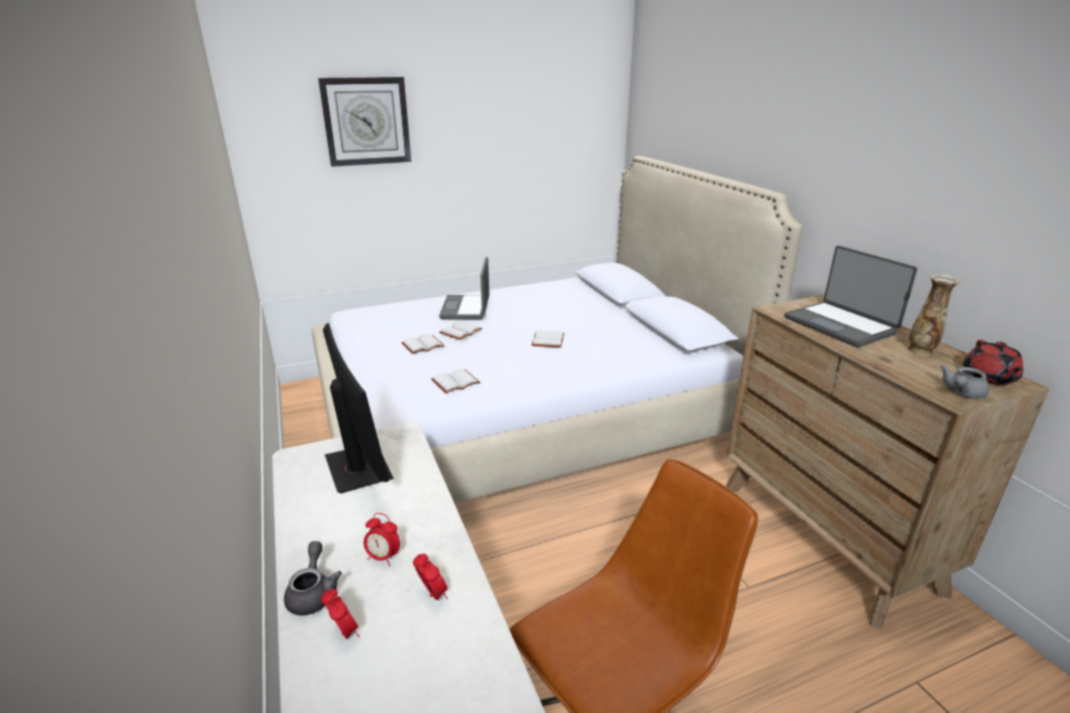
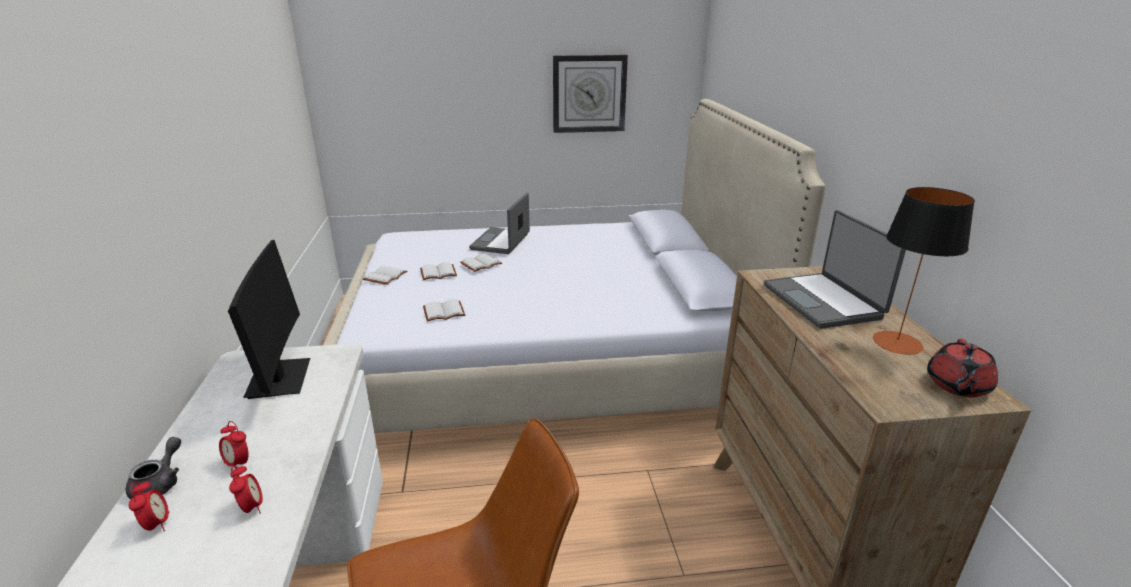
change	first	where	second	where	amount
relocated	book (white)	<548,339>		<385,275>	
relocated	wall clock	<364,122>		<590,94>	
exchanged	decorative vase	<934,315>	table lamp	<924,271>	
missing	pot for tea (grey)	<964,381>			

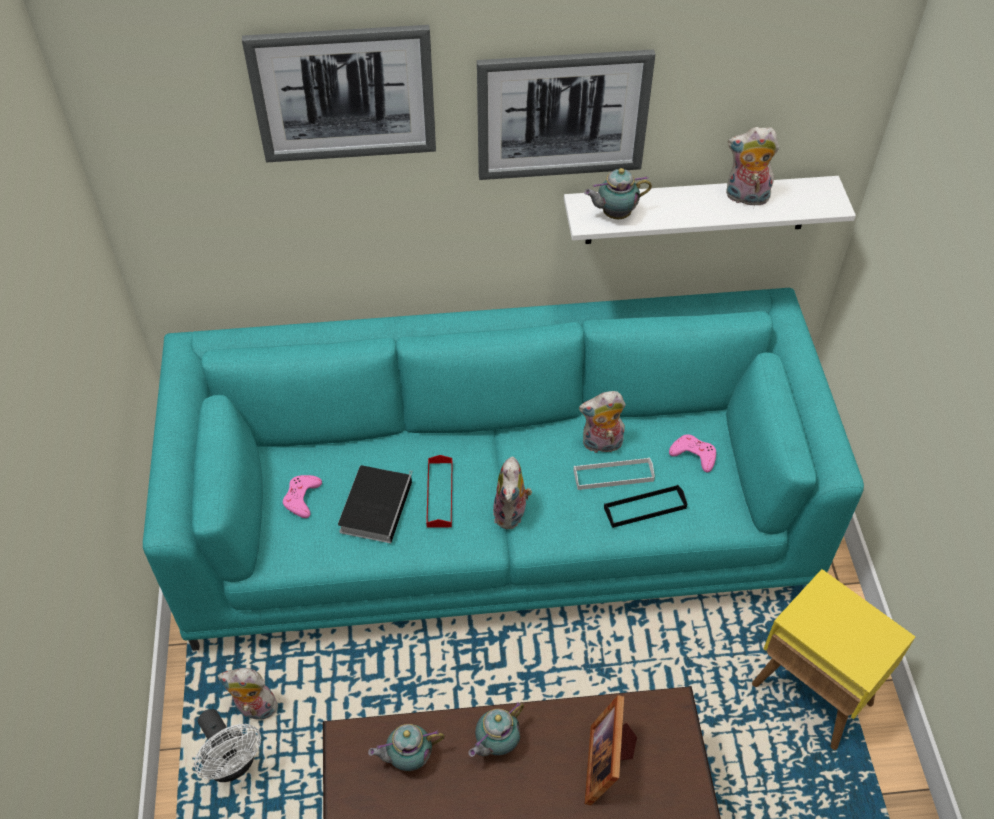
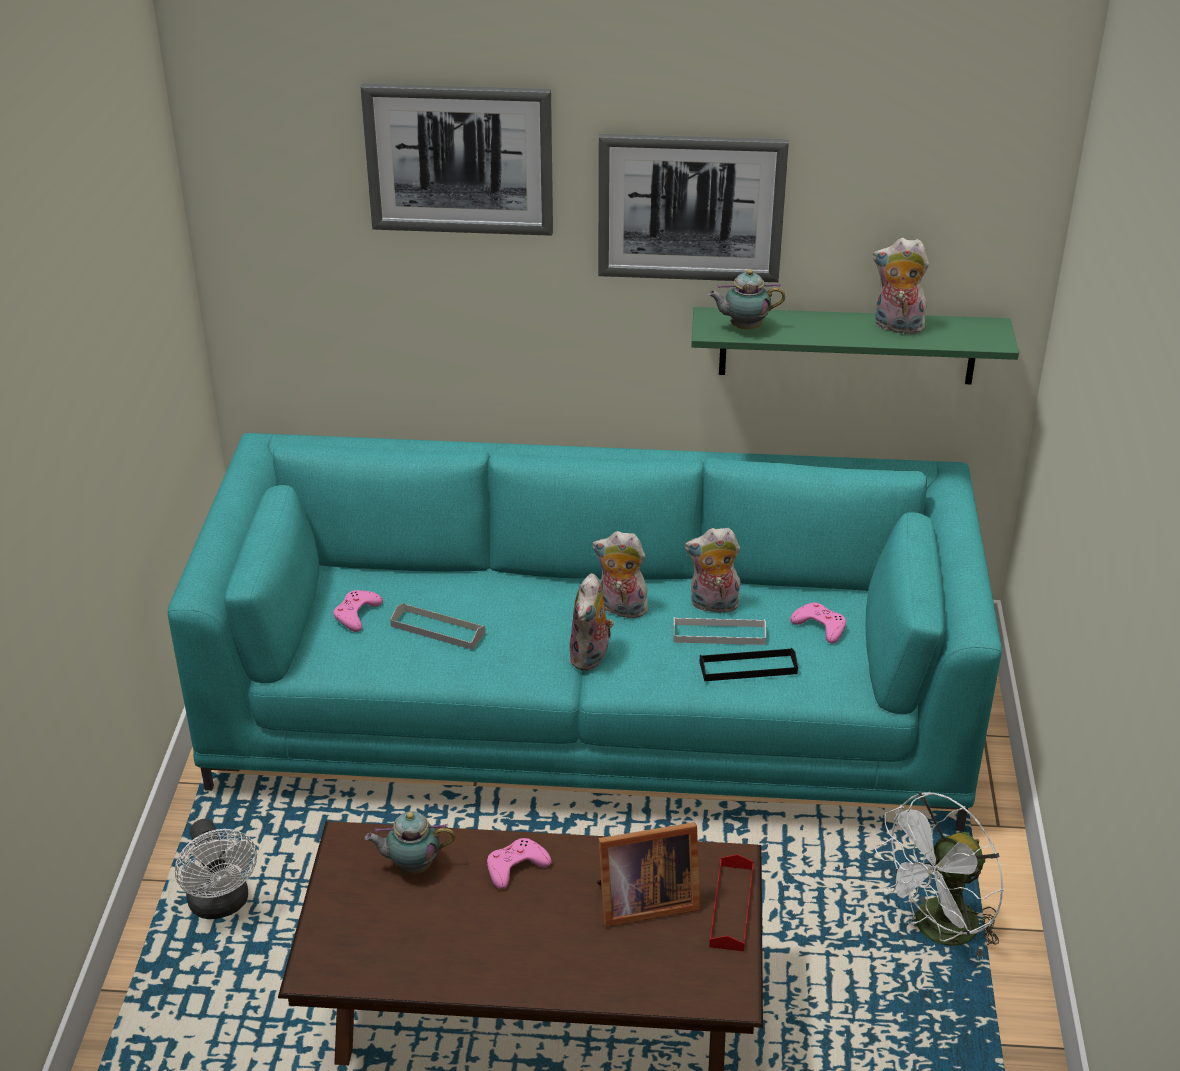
change	first	where	second	where	amount
exchanged	book	<375,504>	tray (grey)	<437,626>	
exchanged	pot for tea	<496,729>	joypad (pink)	<519,863>	
relocated	plush toy	<248,694>		<620,576>	
spun	picture frame	<611,750>		<648,874>	120 degrees counterclockwise
colour	shelf (white)	<710,210>	shelf (green-coloured)	<855,345>	
relocated	tray (red-coloured)	<439,491>		<731,903>	
exchanged	end table (yellow)	<833,659>	cooling fan (white)	<939,876>	

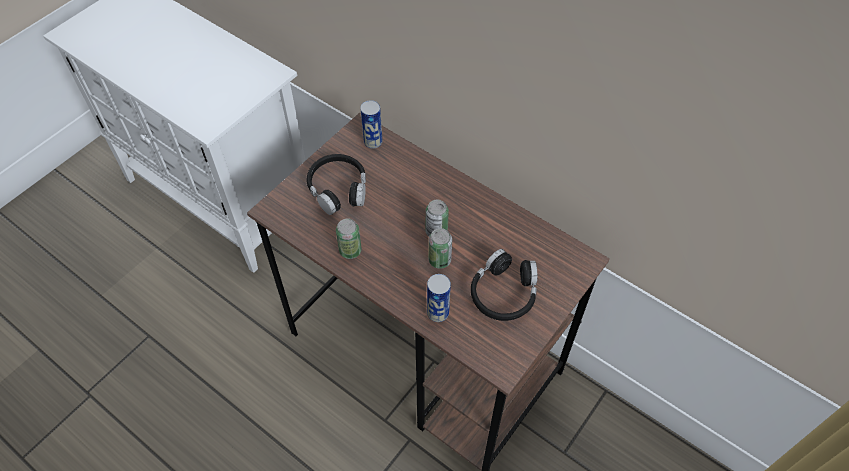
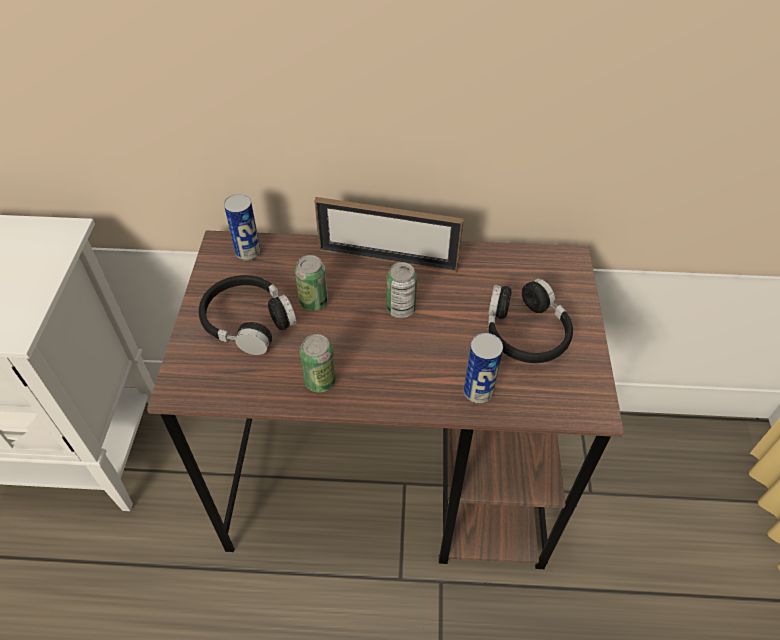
change	first	where	second	where	amount
relocated	can	<440,248>		<311,283>	
appeared			picture frame	<389,234>	

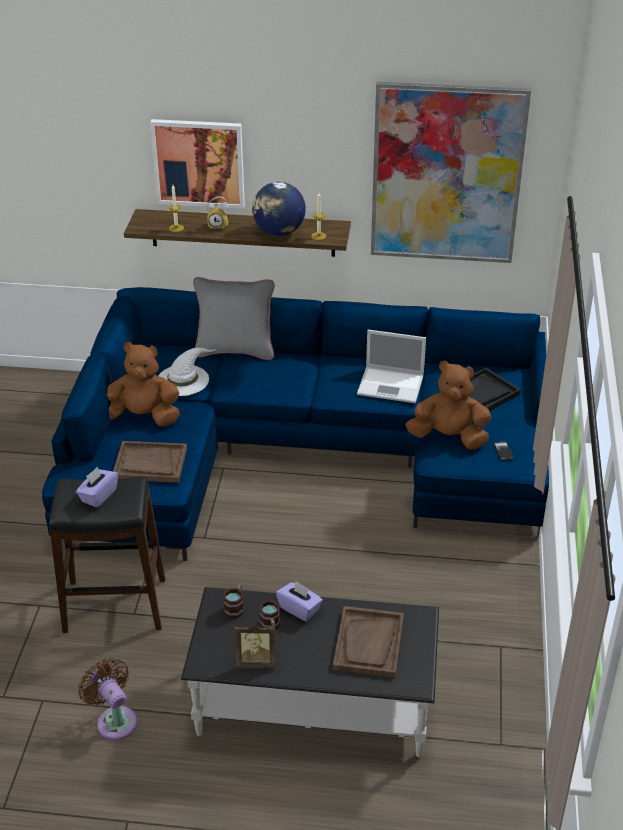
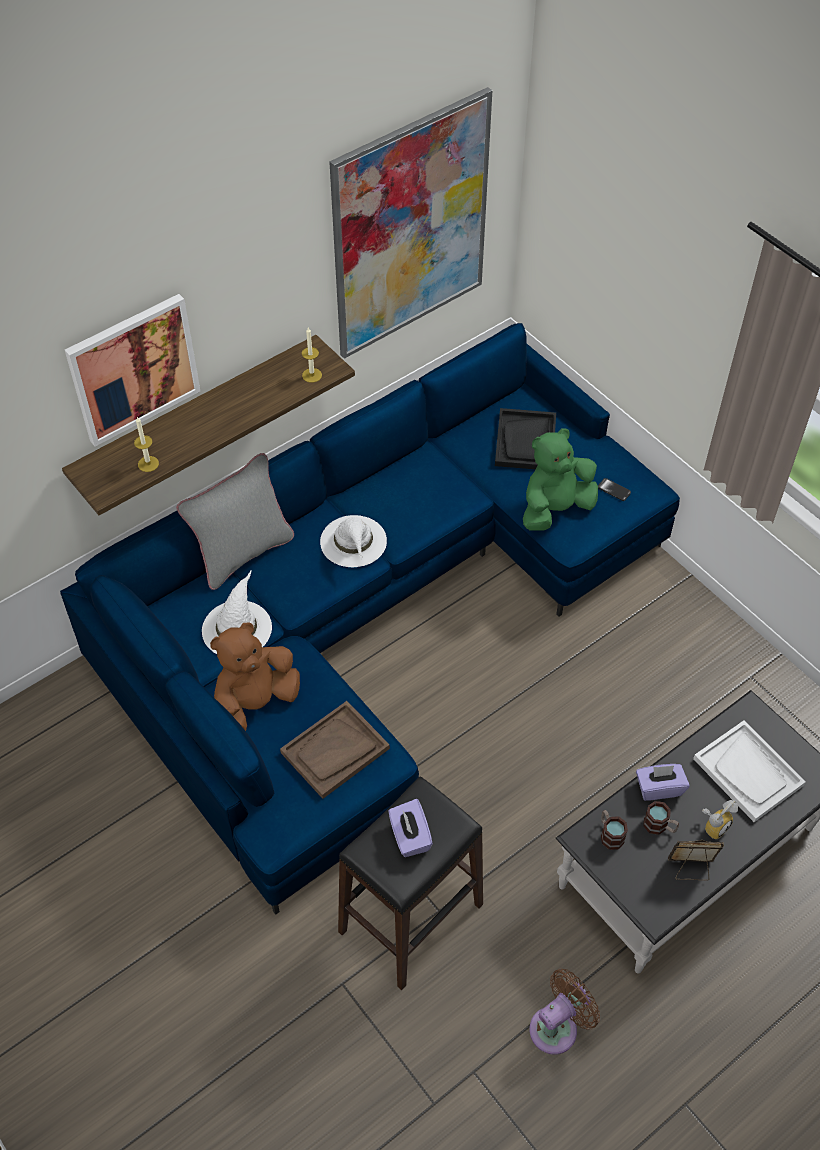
change	first	where	second	where	amount
appeared			hat (white)	<353,541>	
colour	plush toy (brown)	<448,405>	plush toy (green-coloured)	<560,479>	
spun	cooling fan (brown)	<108,699>		<564,1012>	135 degrees clockwise
spun	picture frame	<255,645>		<696,860>	135 degrees counterclockwise
colour	tray (brown)	<368,642>	tray (white)	<749,771>	
relocated	table clock	<218,212>		<720,819>	
missing	world globe	<279,209>			
missing	laptop	<391,366>			

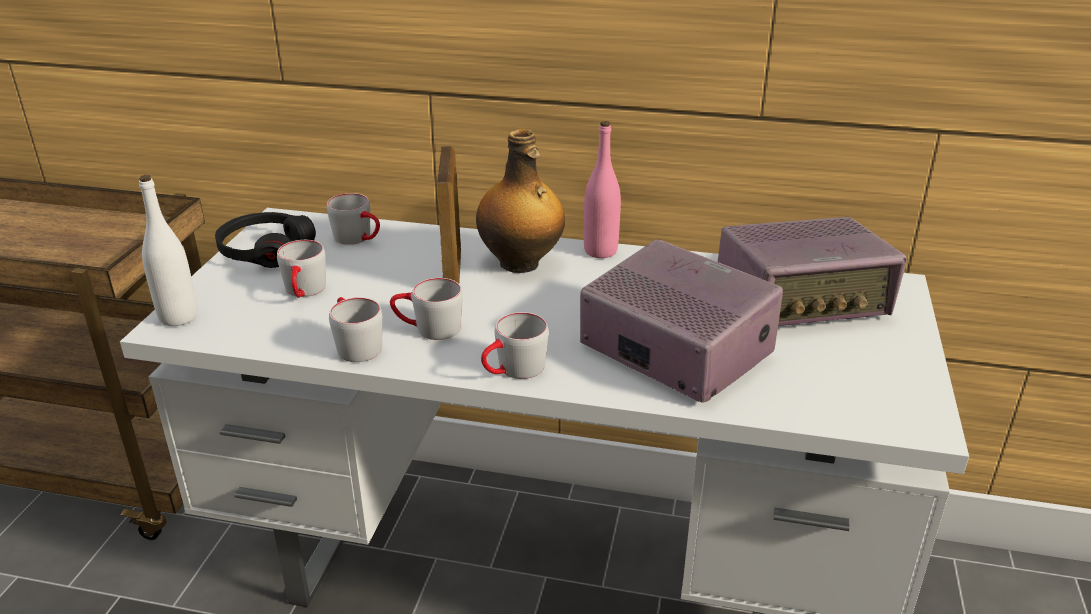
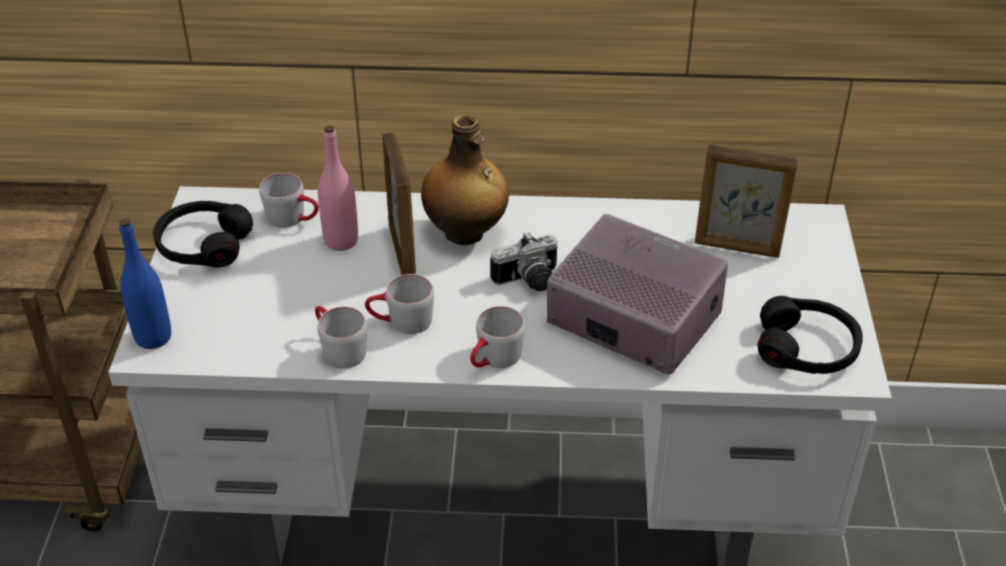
change	first	where	second	where	amount
colour	drink bottle (white)	<168,250>	drink bottle (blue-coloured)	<145,284>	
relocated	drink bottle (pink)	<602,189>		<338,188>	
appeared			photo camera	<524,261>	
exchanged	radio set	<812,271>	picture frame	<746,201>	
appeared			headset (black-coloured)	<810,335>	
missing	coffee mug (grey)	<301,269>			

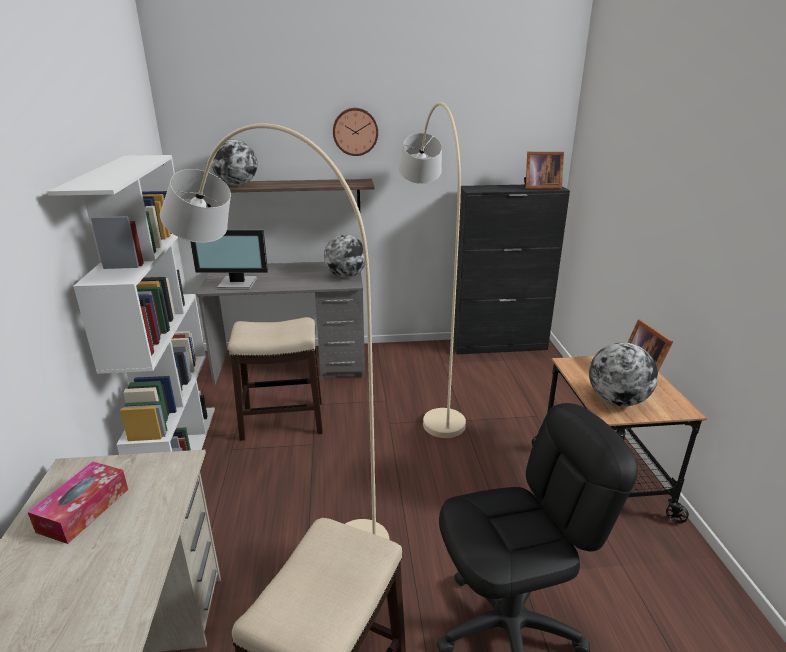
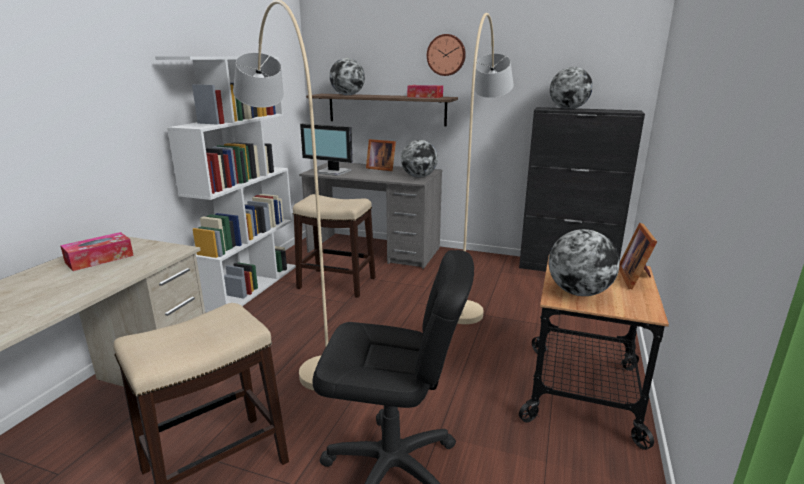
change	first	where	second	where	amount
relocated	picture frame	<544,170>		<381,155>	
appeared			tissue box	<425,91>	
appeared			world globe	<571,88>	

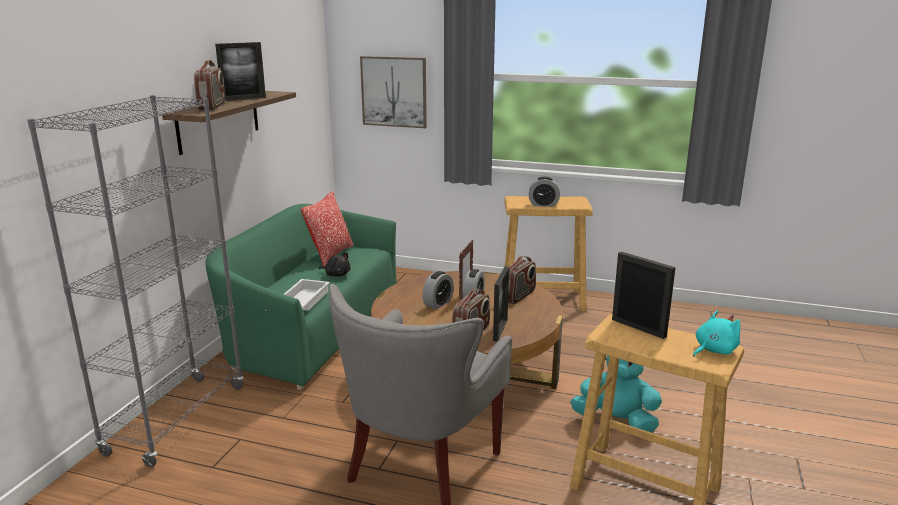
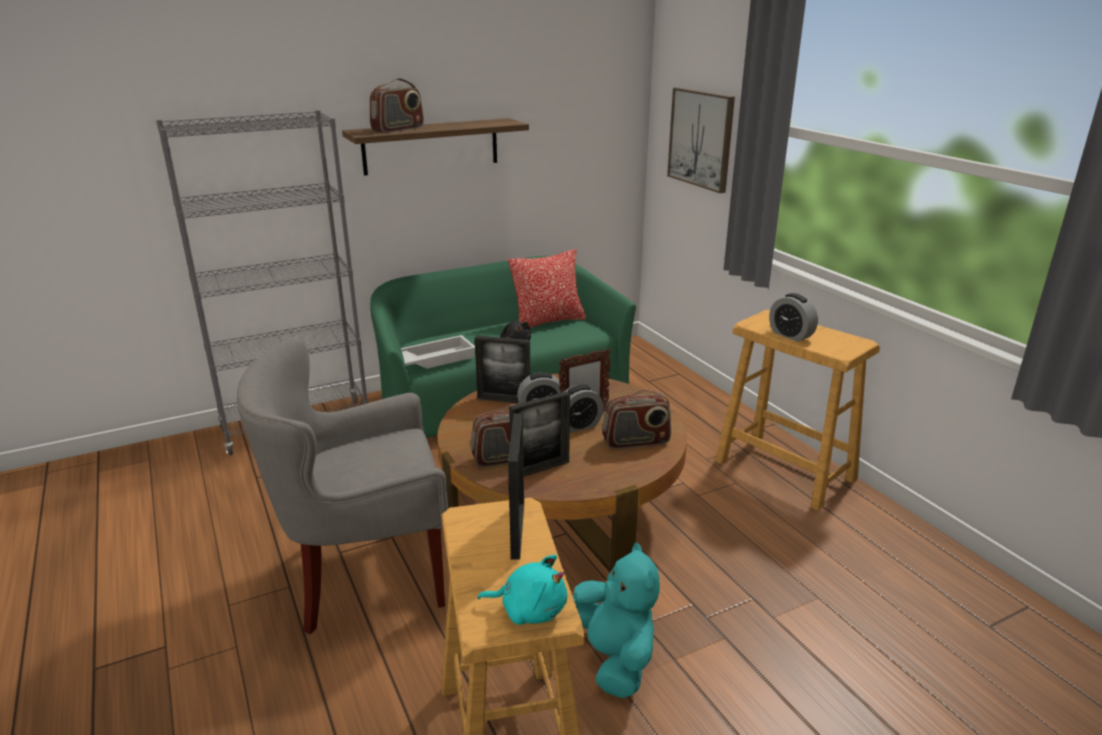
change	first	where	second	where	amount
relocated	picture frame	<240,71>		<502,369>	

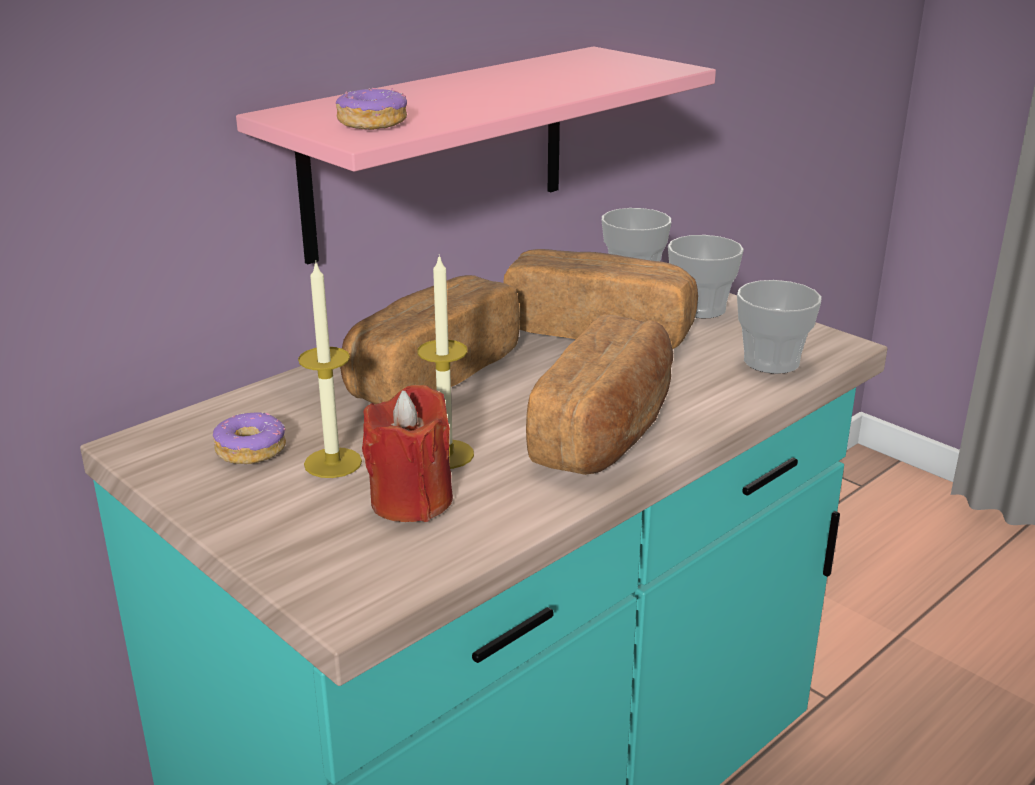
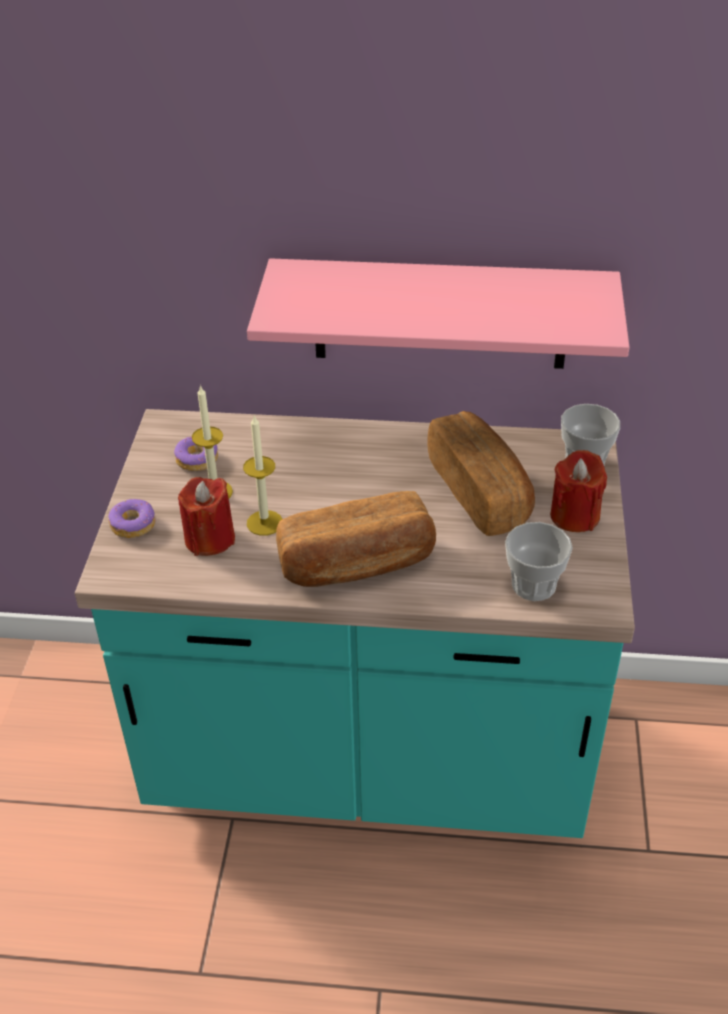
change	first	where	second	where	amount
relocated	donut	<371,109>		<131,518>	
exchanged	drinking cup	<706,276>	wax candle (red-coloured)	<578,491>	
missing	baked bread	<430,339>			

